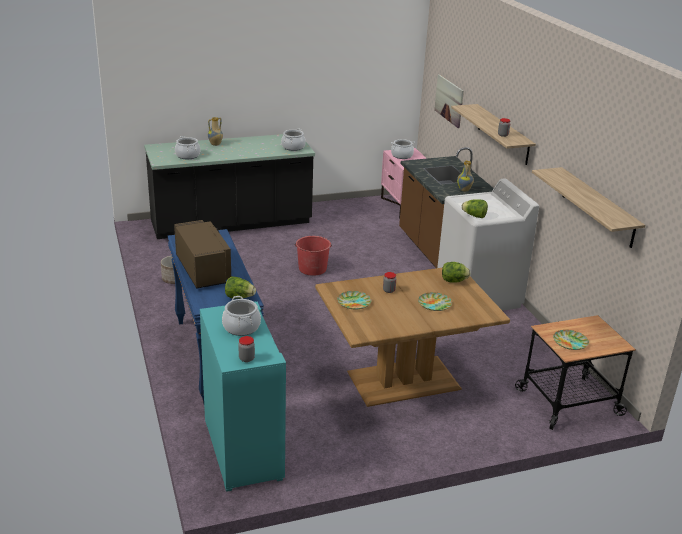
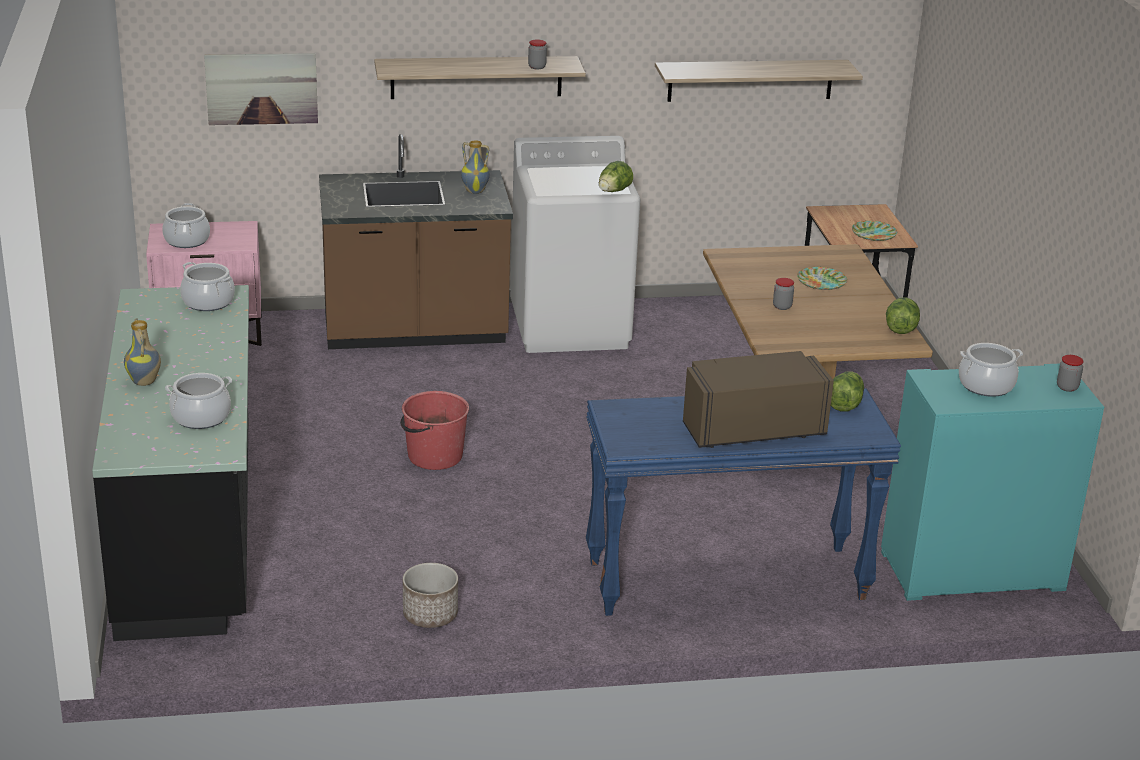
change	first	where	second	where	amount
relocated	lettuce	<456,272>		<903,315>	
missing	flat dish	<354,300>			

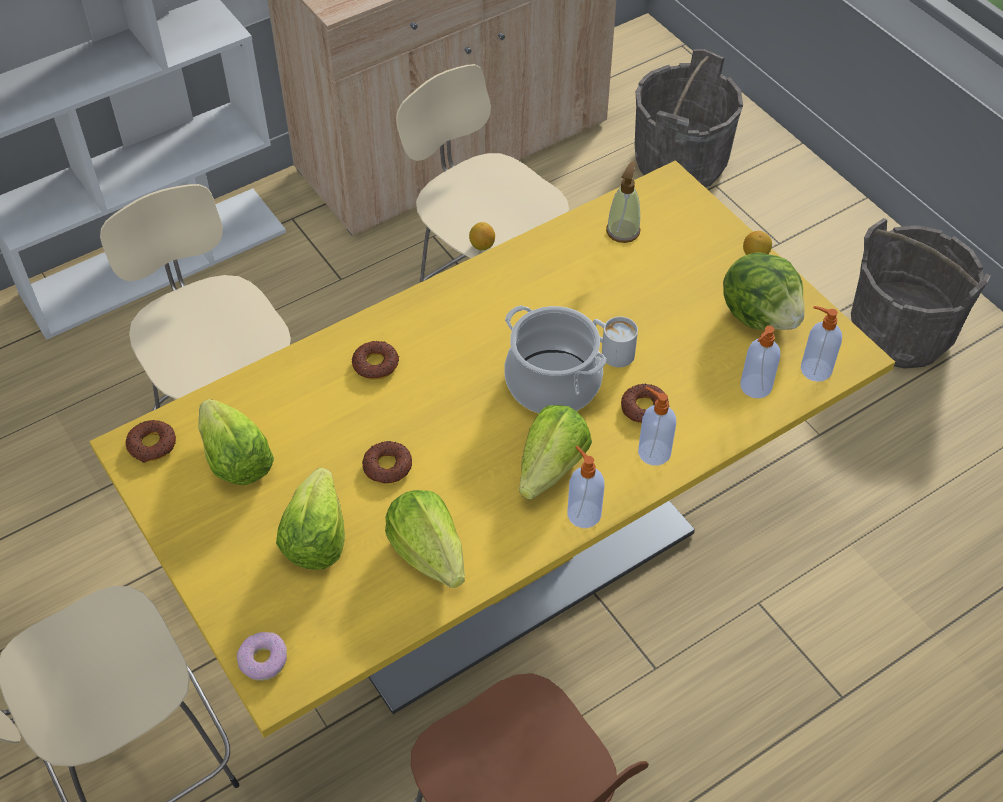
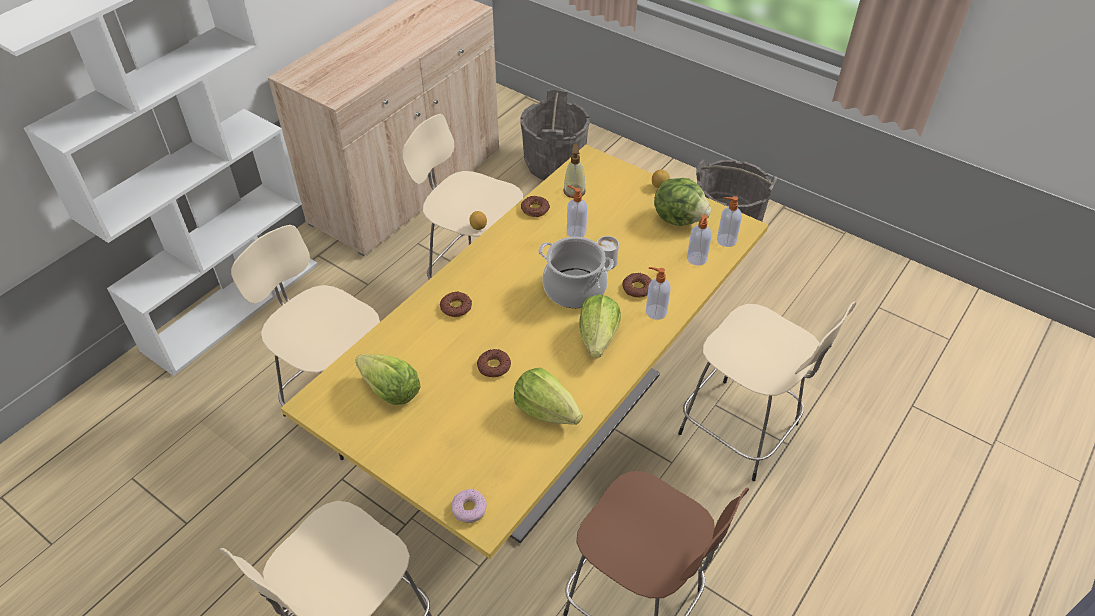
change	first	where	second	where	amount
relocated	donut	<151,441>		<535,206>	
relocated	liquid soap bottle	<586,487>		<577,211>	
appeared			stool seat (beige-coloured)	<767,391>	
missing	lettuce	<310,519>			

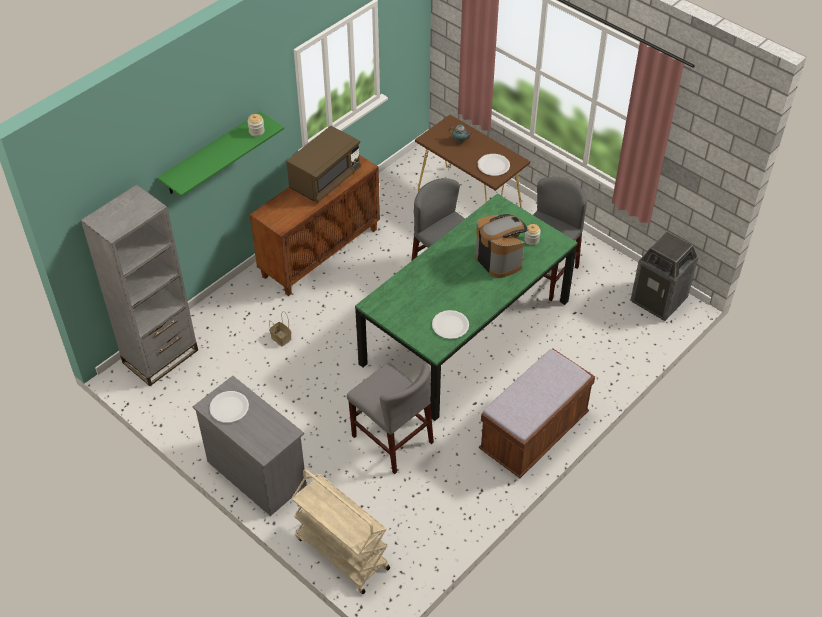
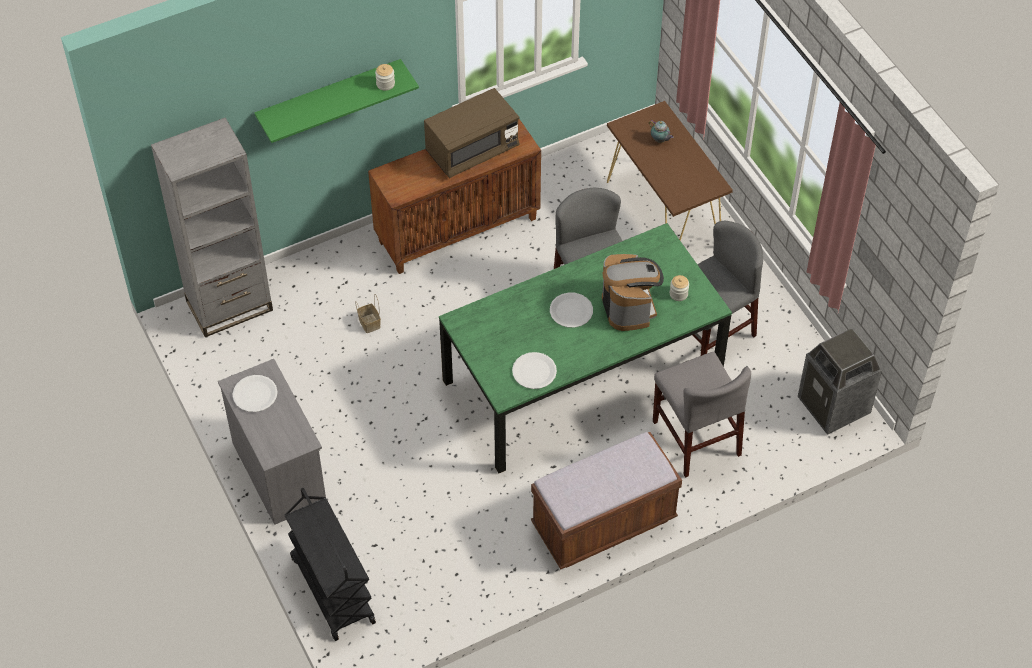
change	first	where	second	where	amount
colour	cart (beige-coloured)	<340,531>	cart (black-coloured)	<330,564>	
relocated	flat dish (white)	<494,165>		<571,310>	
relocated	plain chair (grey)	<390,418>		<702,415>	

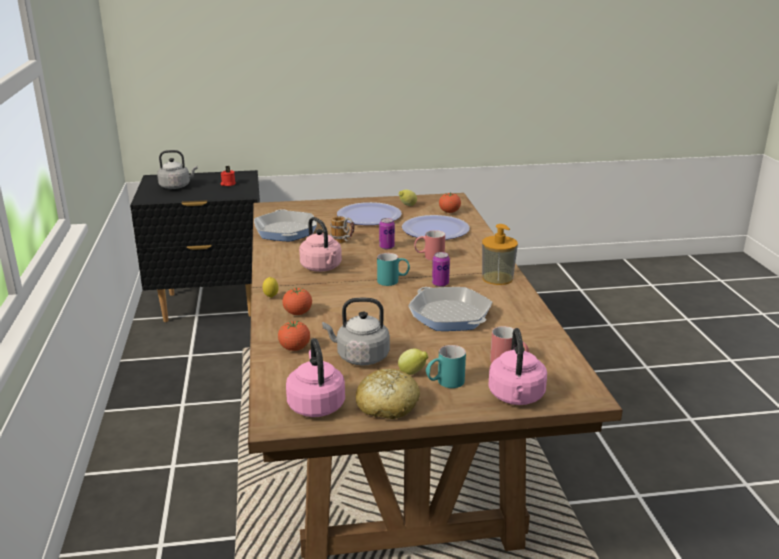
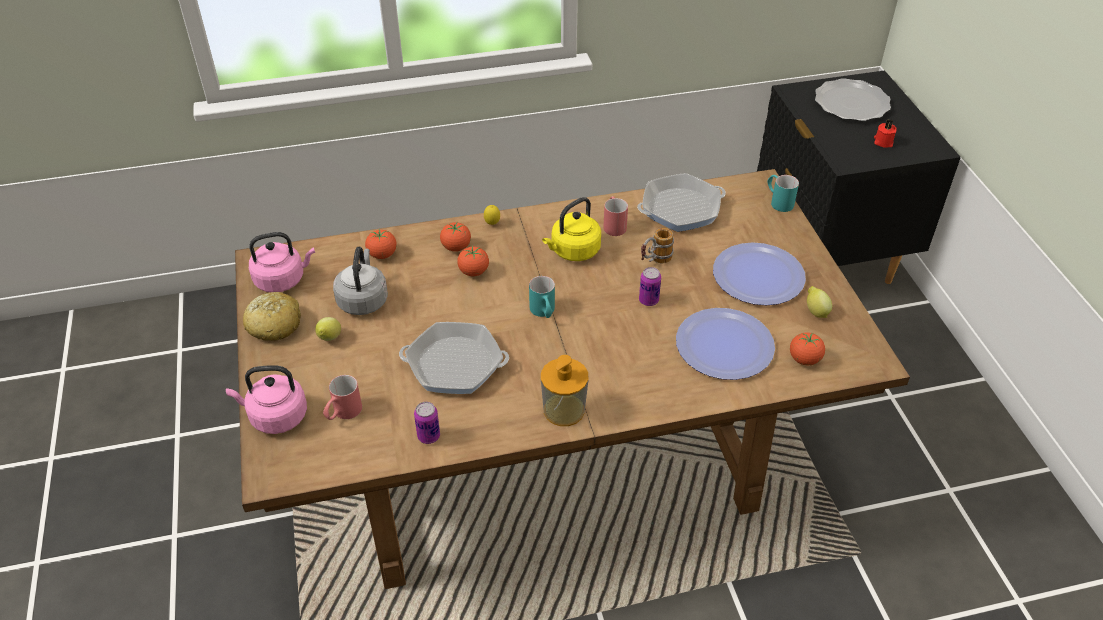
change	first	where	second	where	amount
spun	skillet	<450,309>		<454,358>	45 degrees clockwise
relocated	can	<441,269>		<427,423>	
appeared			fresh tomato	<473,261>	
colour	kettle (pink)	<320,244>	kettle (yellow)	<571,229>	
relocated	coffee mug (red-coloured)	<429,245>		<615,216>	
relocated	coffee mug (blue-green)	<446,366>		<783,193>	
exchanged	kettle (grey)	<177,169>	flat dish	<853,99>	

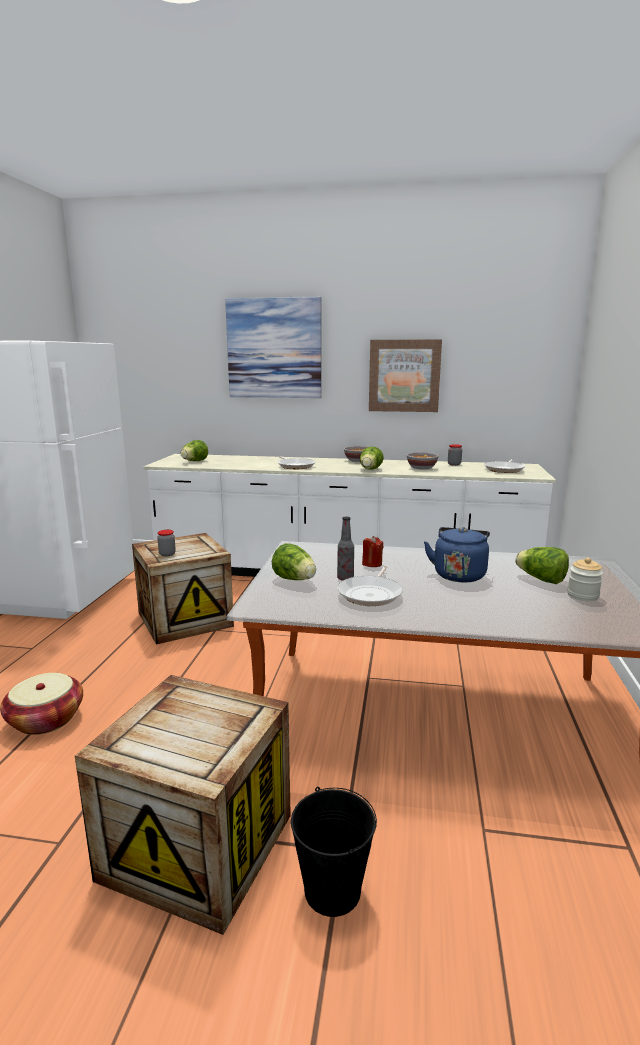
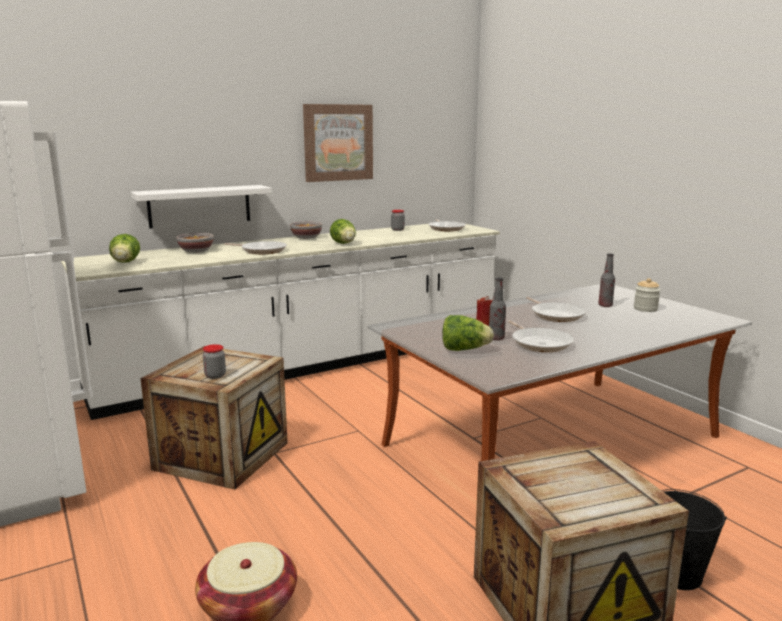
change	first	where	second	where	amount
appeared			shelf (white)	<201,207>	
relocated	serving bowl	<422,460>		<195,243>	
exchanged	kettle (blue-coloured)	<457,555>	skillet	<556,309>	
exchanged	lettuce	<542,565>	drink bottle	<606,280>	
missing	picture	<273,347>			

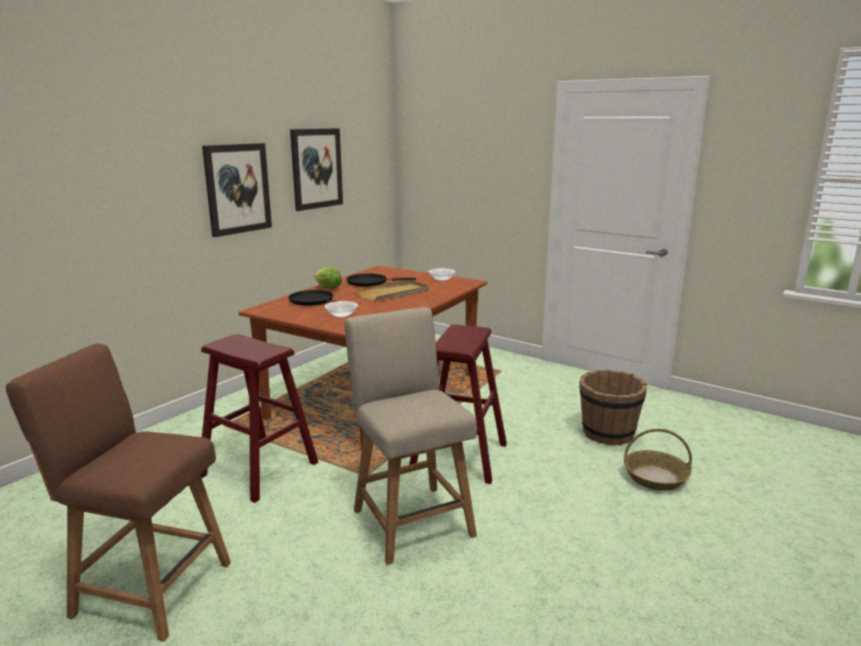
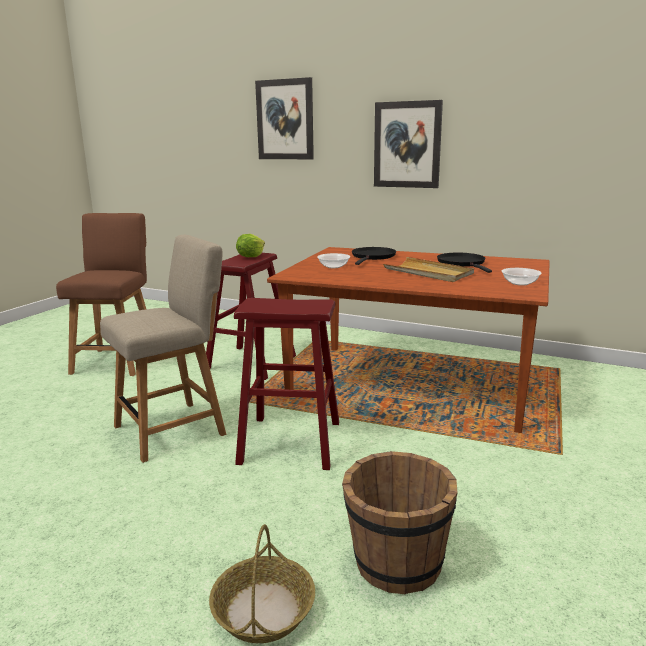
change	first	where	second	where	amount
relocated	lettuce	<328,278>		<250,245>	
relocated	picture	<316,169>		<284,118>	

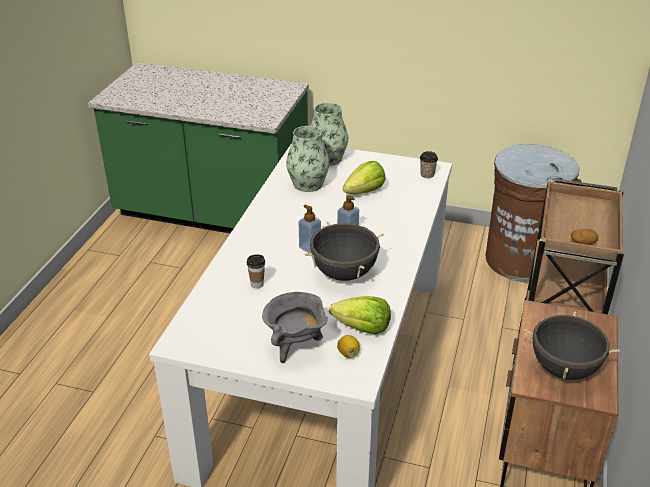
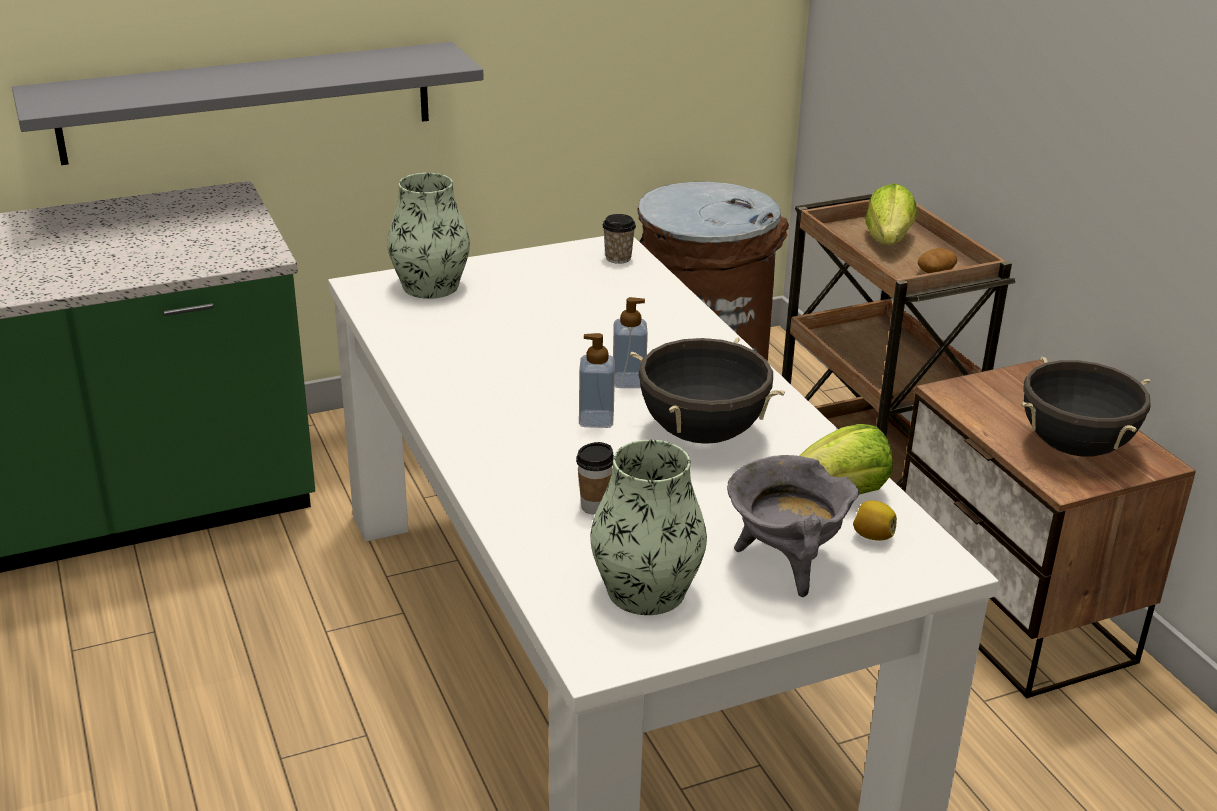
change	first	where	second	where	amount
appeared			shelf (grey)	<248,103>	
relocated	decorative vase	<307,159>		<648,527>	
relocated	lettuce	<364,177>		<891,214>	

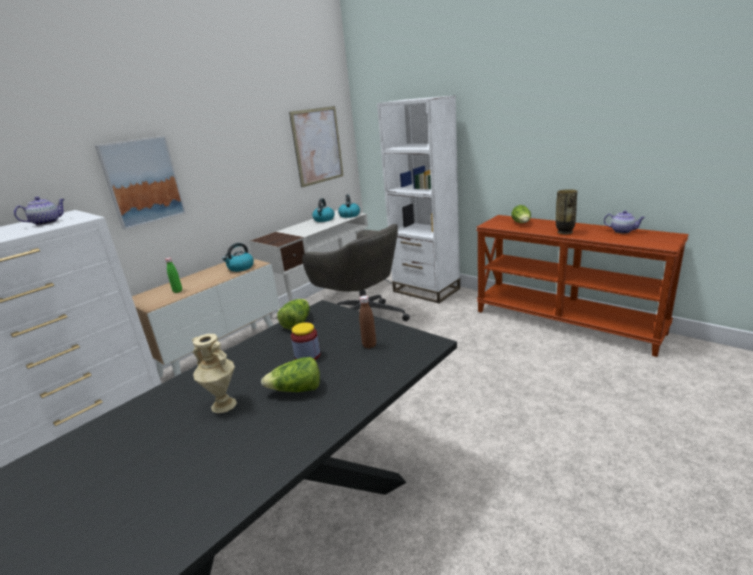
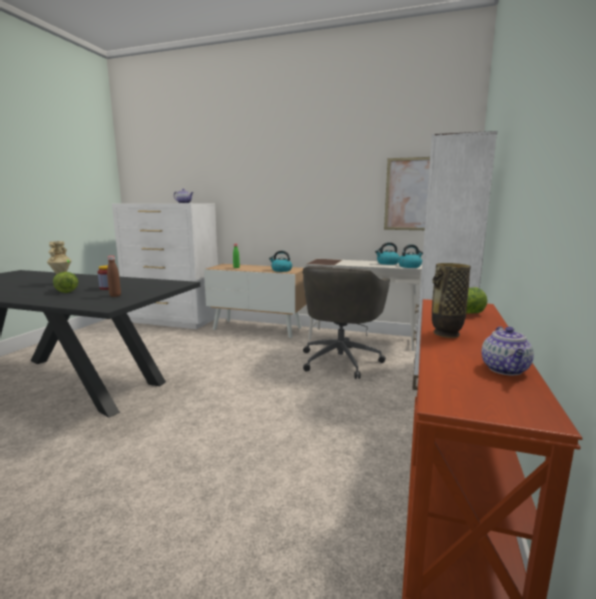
change	first	where	second	where	amount
missing	picture	<140,183>			
missing	lettuce	<293,314>			

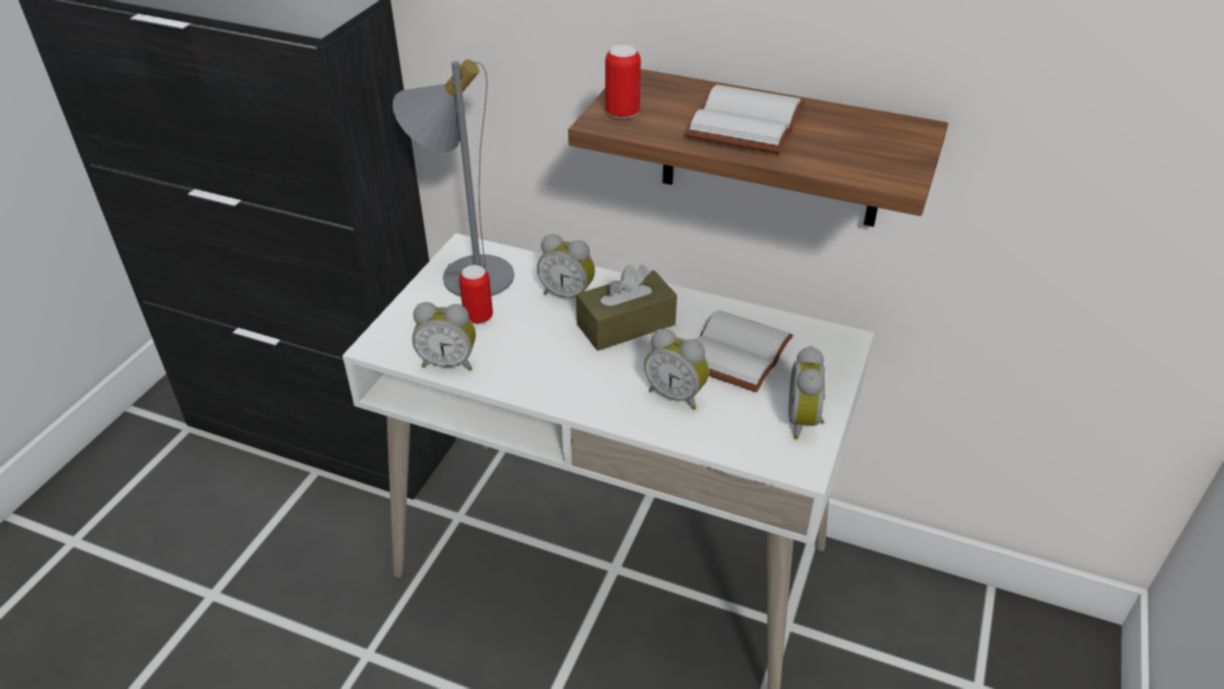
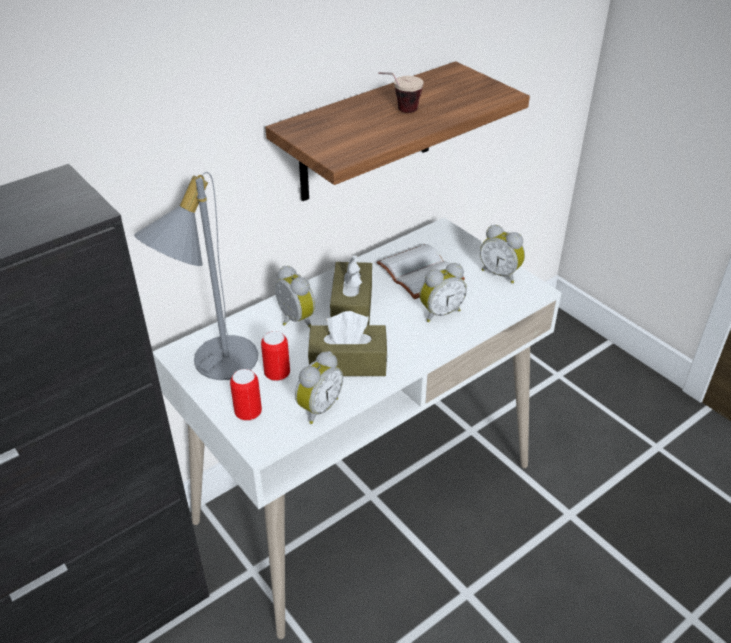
change	first	where	second	where	amount
relocated	can	<623,82>		<246,395>	
spun	table clock	<566,266>		<295,296>	90 degrees counterclockwise
appeared			tissue box (brown)	<347,343>	
exchanged	book (white)	<745,119>	drinking cup	<401,92>	

